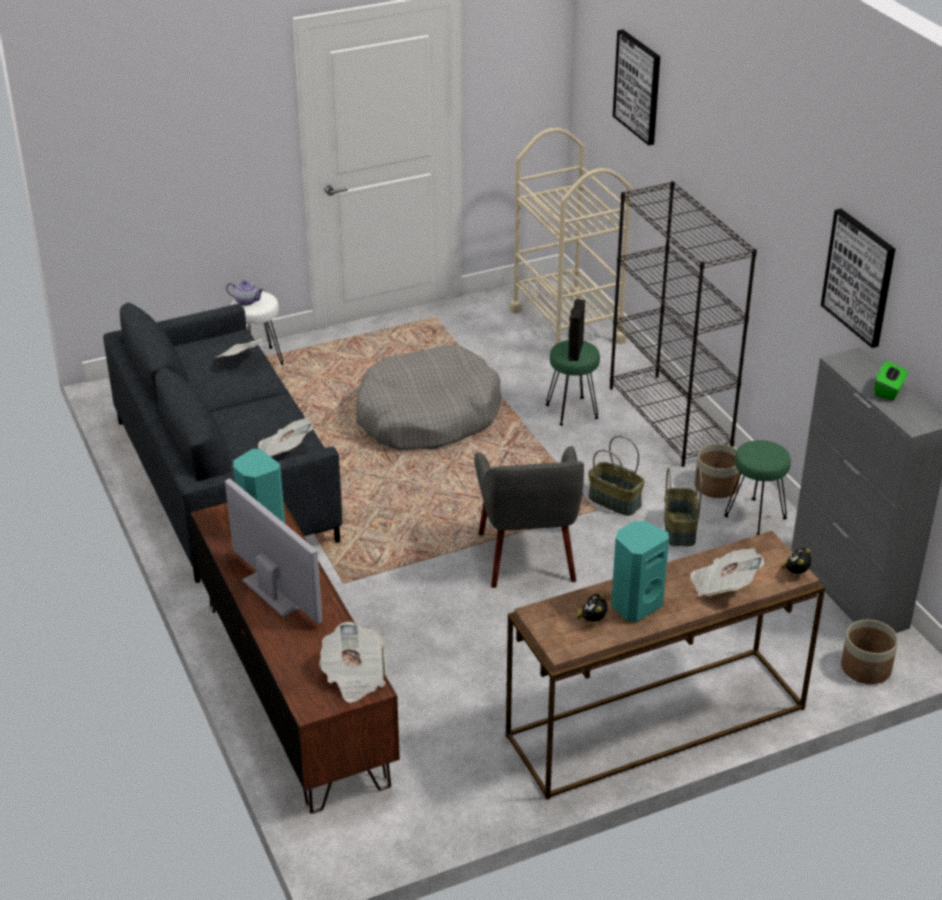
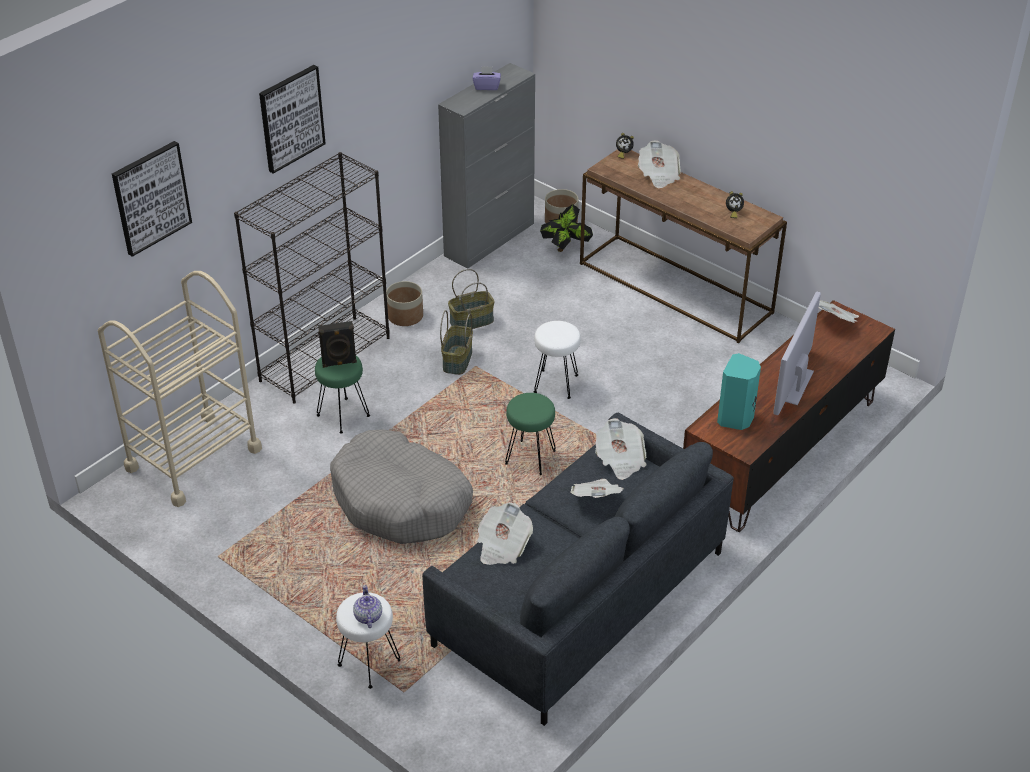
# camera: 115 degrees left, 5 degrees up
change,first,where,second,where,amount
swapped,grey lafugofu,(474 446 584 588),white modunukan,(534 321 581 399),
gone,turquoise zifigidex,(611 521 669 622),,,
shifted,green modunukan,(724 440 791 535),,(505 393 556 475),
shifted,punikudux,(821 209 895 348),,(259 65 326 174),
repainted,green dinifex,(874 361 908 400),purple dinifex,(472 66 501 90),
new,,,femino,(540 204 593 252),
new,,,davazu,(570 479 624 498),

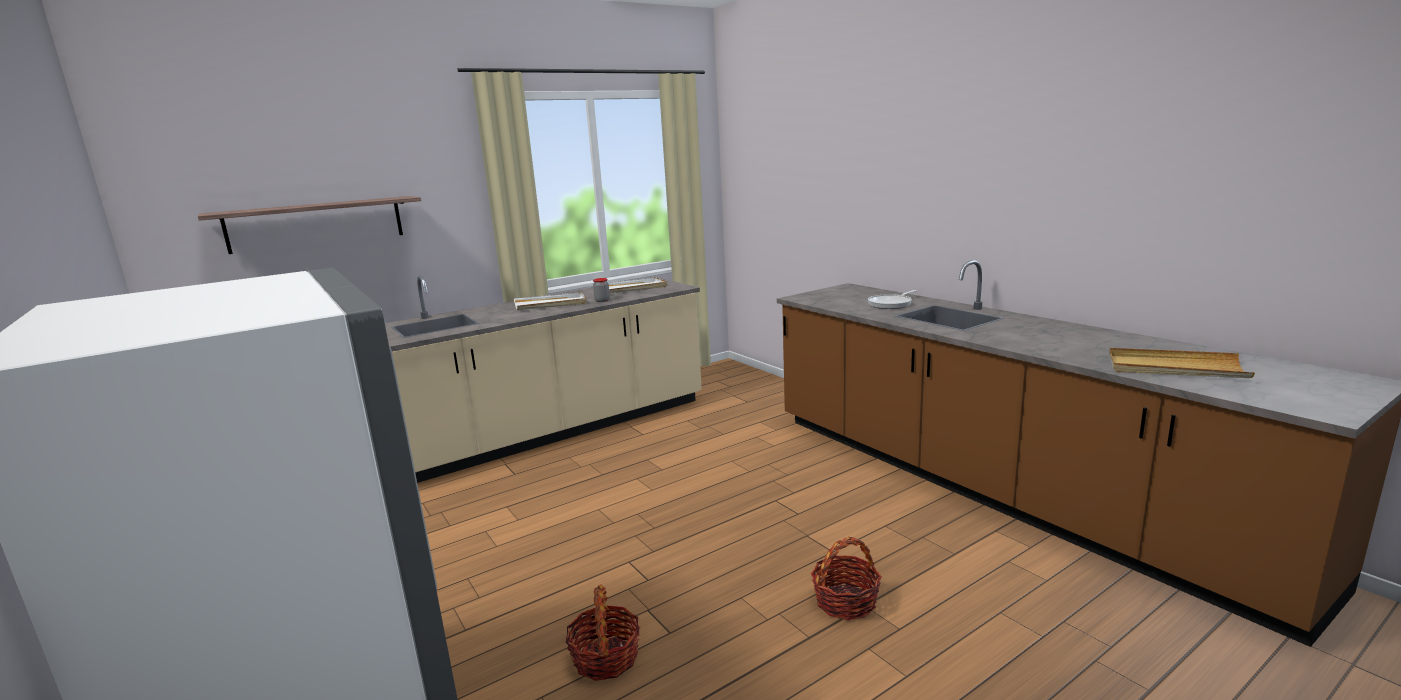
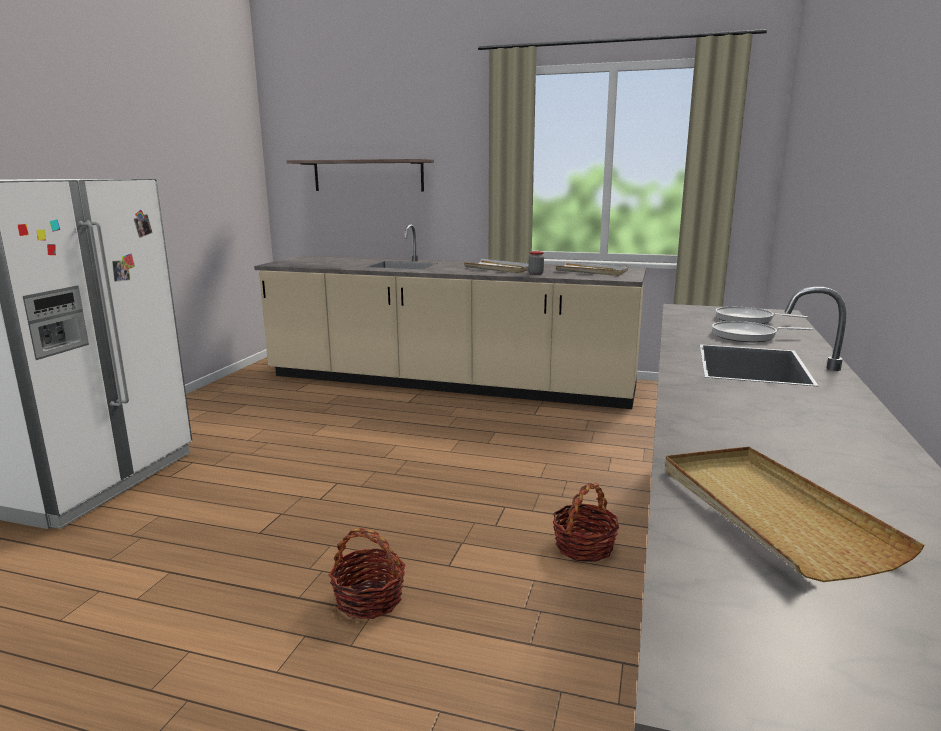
# camera: 50 degrees right, 0 degrees up
change,first,where,second,where,amount
shifted,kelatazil,(565 585 640 681),,(552 483 619 562),
new,,,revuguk,(715 307 808 324),

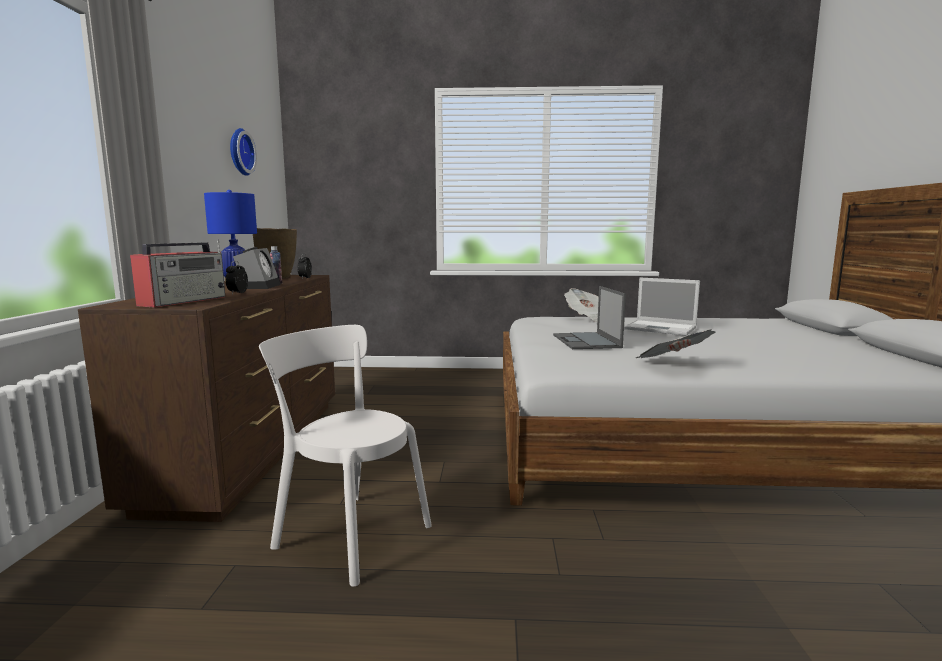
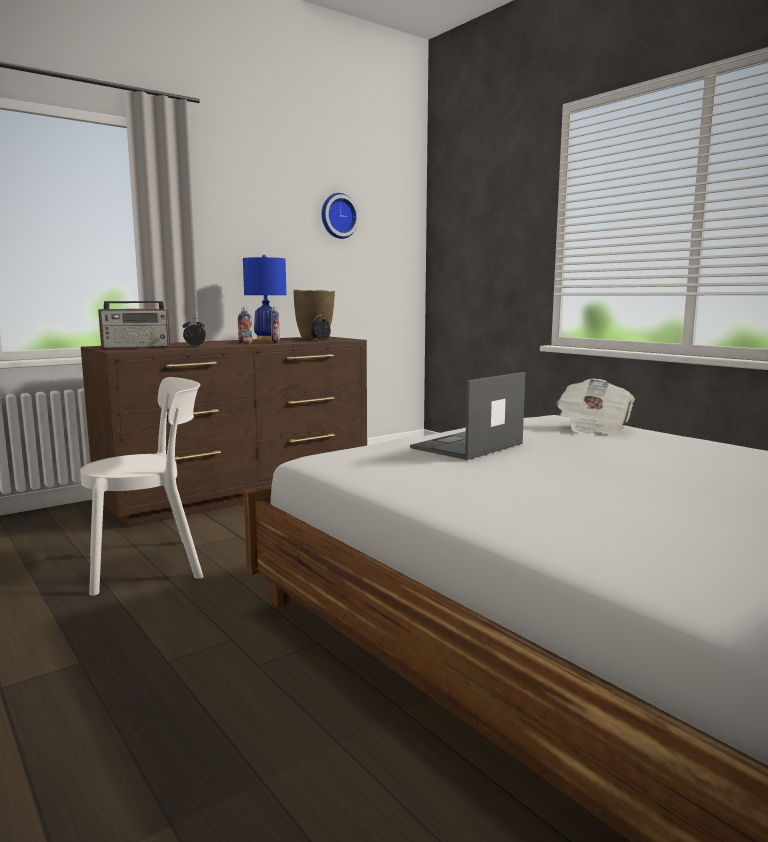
# camera: 50 degrees right, 0 degrees up
change,first,where,second,where,amount
swapped,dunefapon,(233 247 281 289),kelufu,(238 307 252 344),
rotated,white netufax,(259 325 432 587),,(80 377 203 596),75 degrees clockwise
gone,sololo,(624 278 700 336),,,
gone,davazu,(636 329 715 358),,,

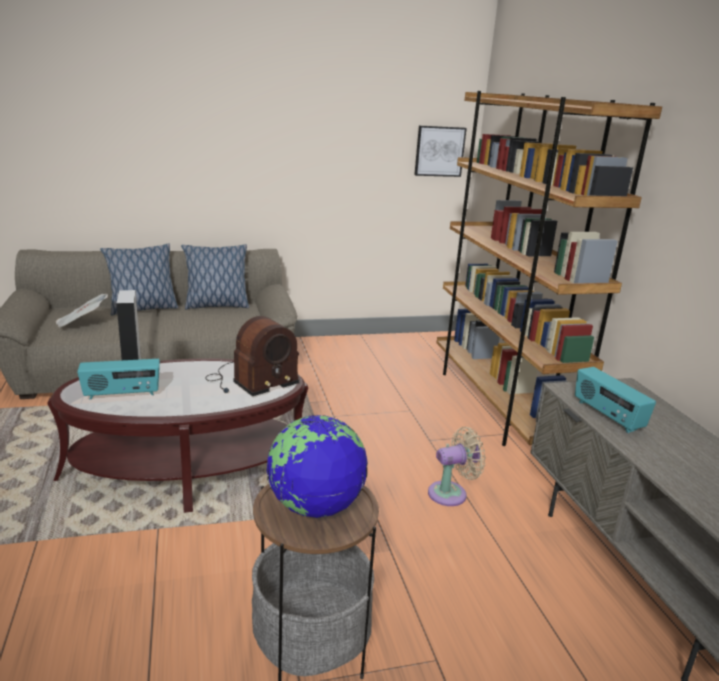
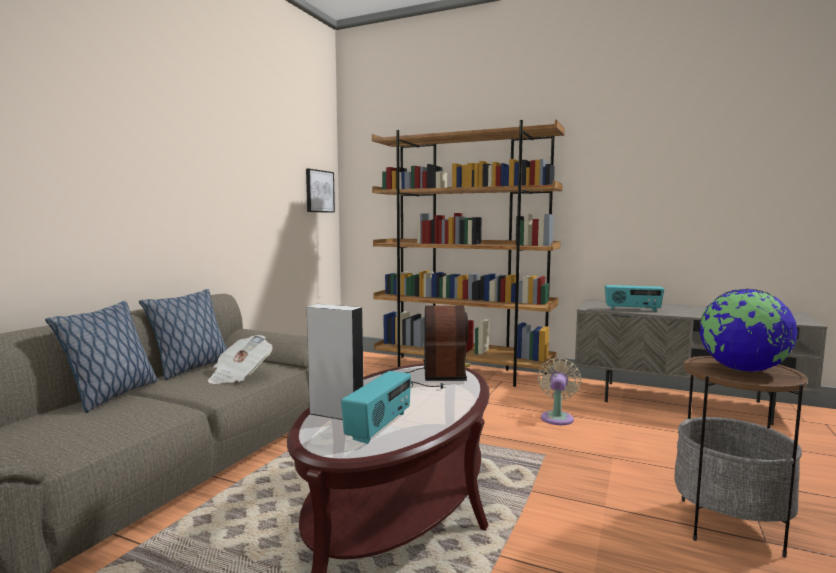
# camera: 50 degrees left, 15 degrees down
change,first,where,second,where,amount
shifted,davazu,(56 294 108 328),,(208 335 273 384),

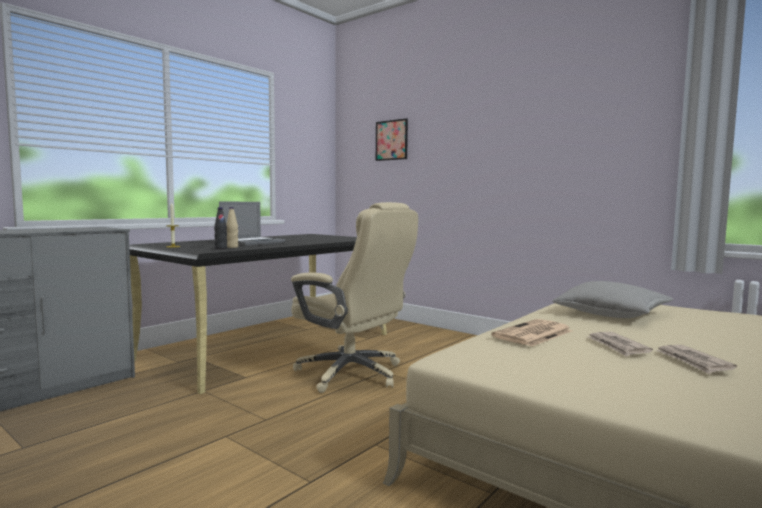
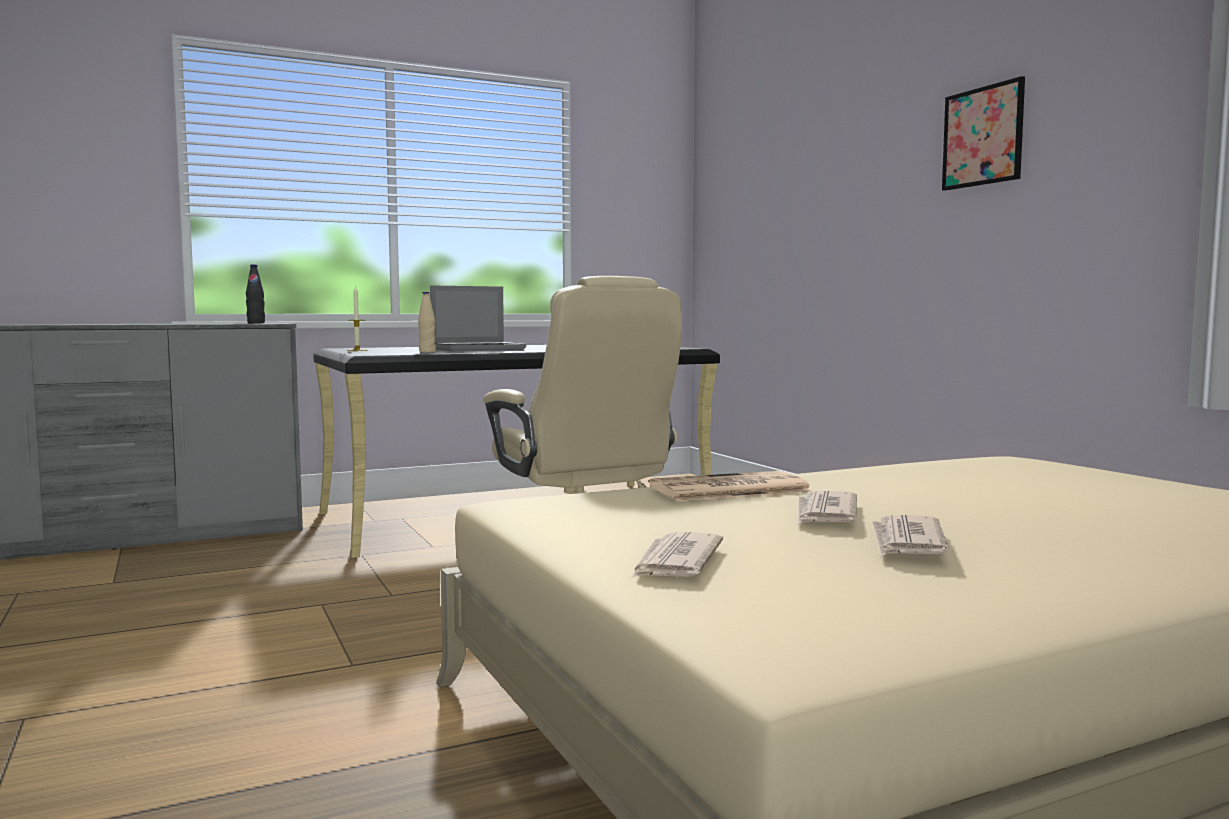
# camera: 25 degrees right, 0 degrees up
change,first,where,second,where,amount
shifted,black kelufu,(214 207 227 249),,(246 264 265 323),
shifted,punikudux,(376 118 408 161),,(942 76 1025 191),
gone,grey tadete,(552 281 673 318),,,
new,,,davazu,(632 532 723 578),

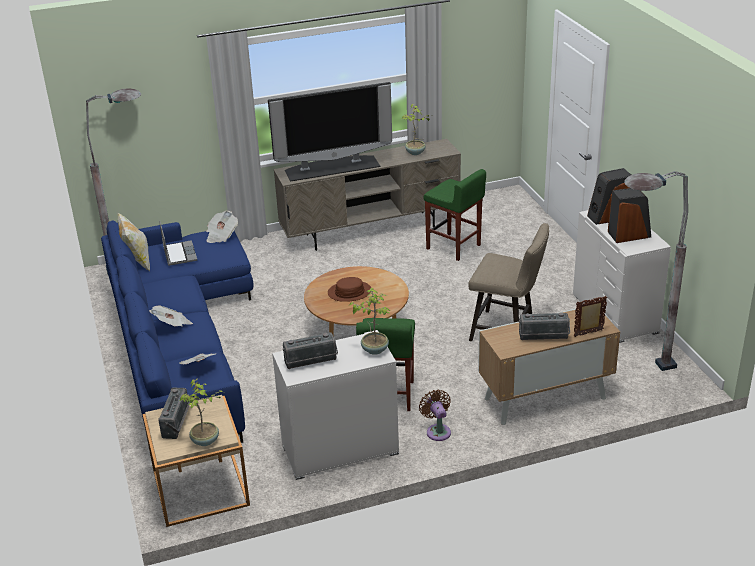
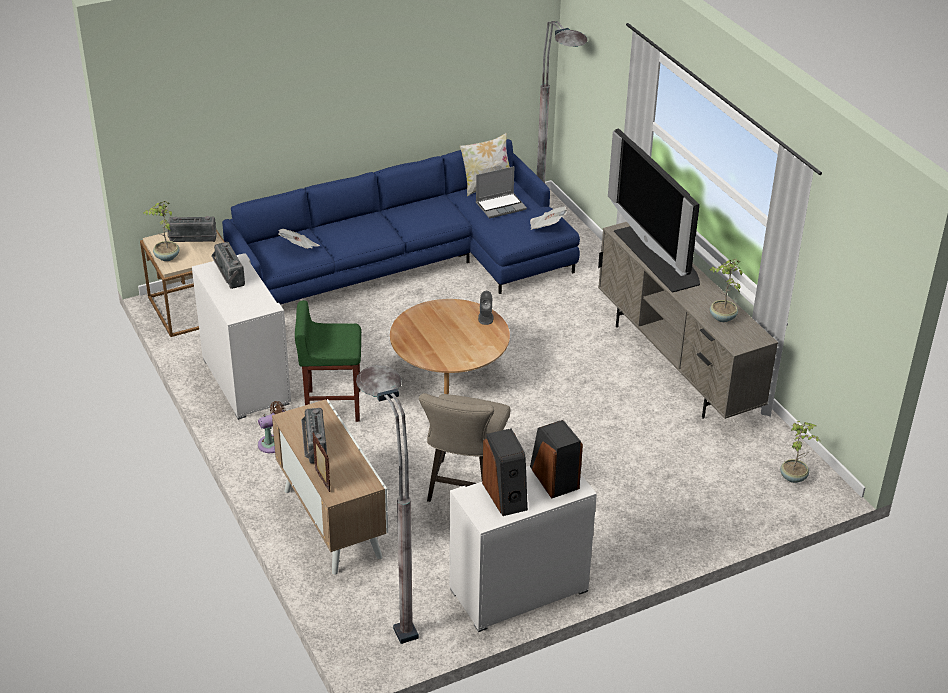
# camera: 80 degrees right, 5 degrees up
change,first,where,second,where,amount
gone,davazu,(149 306 193 327),,,
gone,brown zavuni,(328 277 371 302),,,
shifted,femino,(349 288 390 355),,(780 421 821 483),
gone,green modunukan,(423 169 486 261),,,
new,,,grey zifigidex,(478 291 494 325),

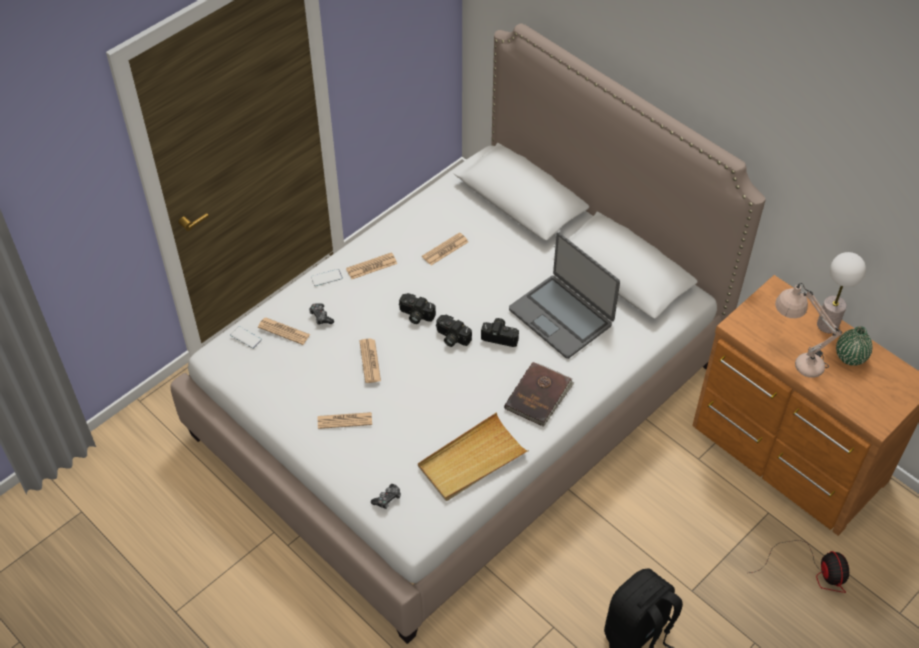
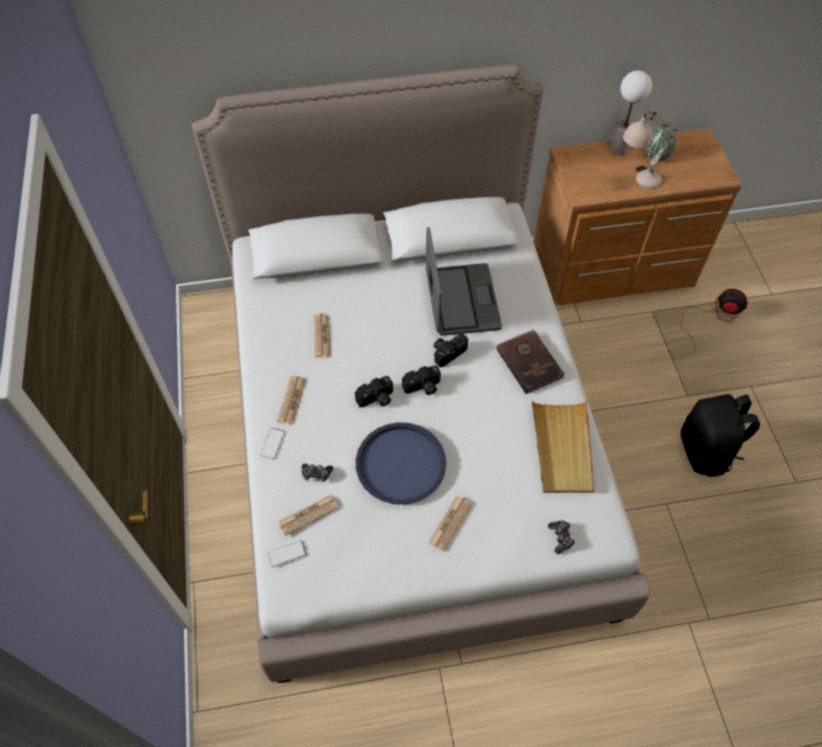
# camera: 55 degrees left, 5 degrees up
change,first,where,second,where,amount
swapped,davazu,(360 339 381 383),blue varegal,(356 422 446 504),
rotated,sololo,(509 233 620 359),,(426 227 502 336),90 degrees counterclockwise

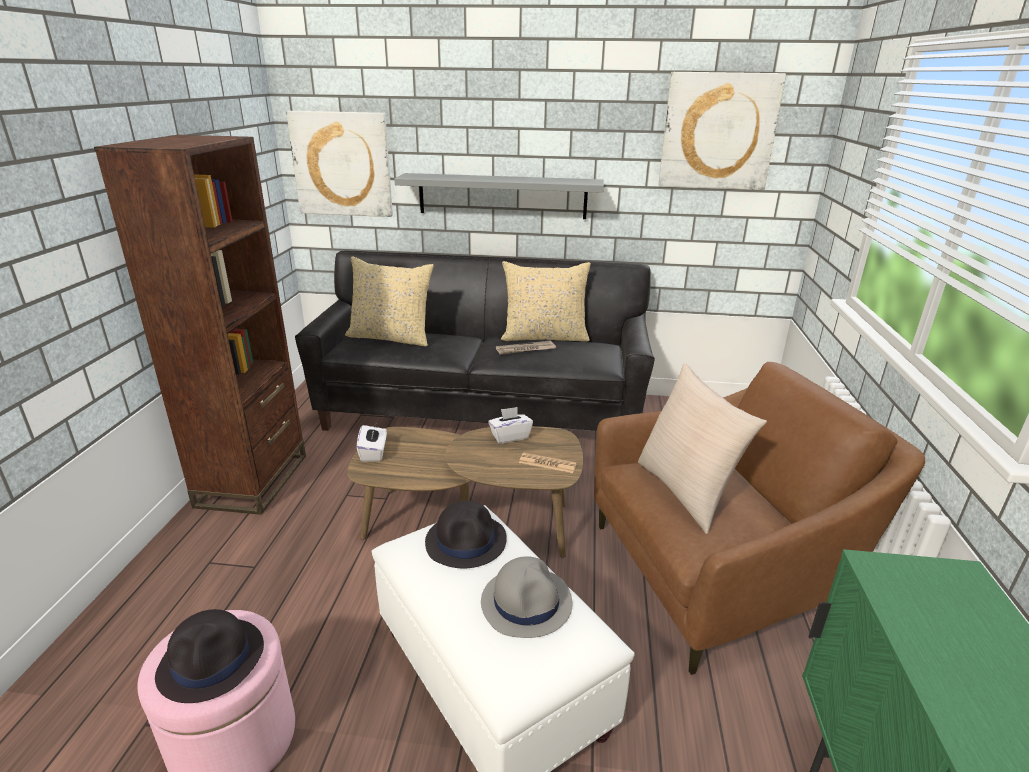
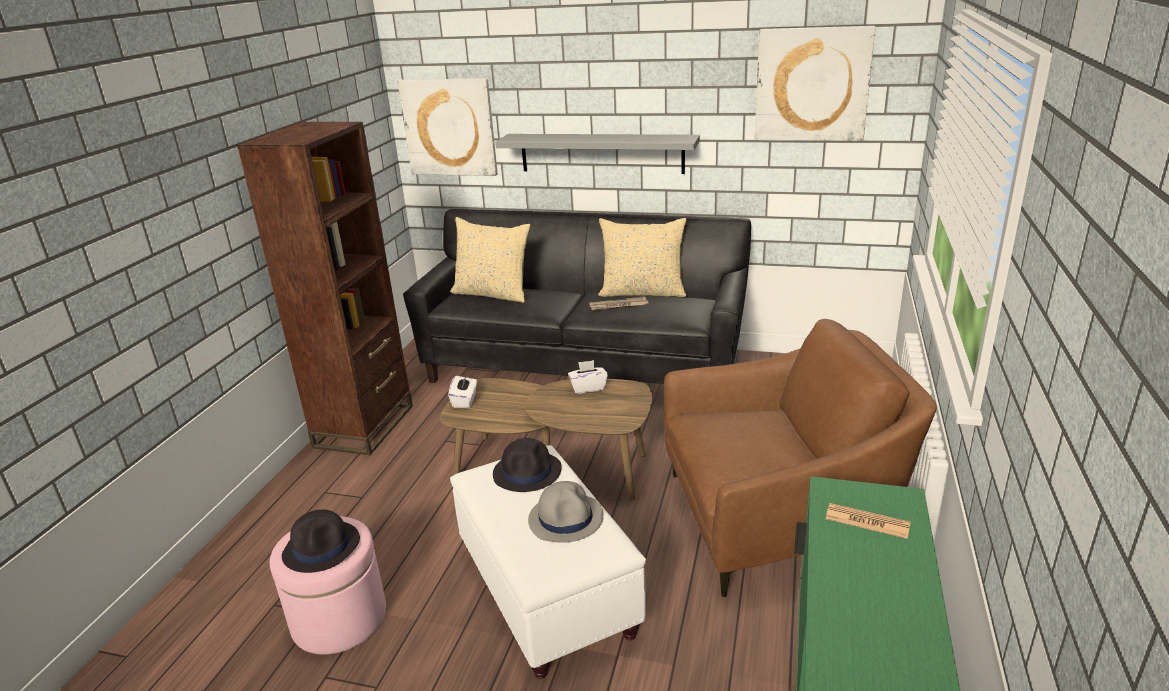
# camera: 10 degrees right, 0 degrees up
change,first,where,second,where,amount
shifted,davazu,(519 453 577 473),,(826 503 911 539),
gone,beige tadete,(638 363 767 534),,,

